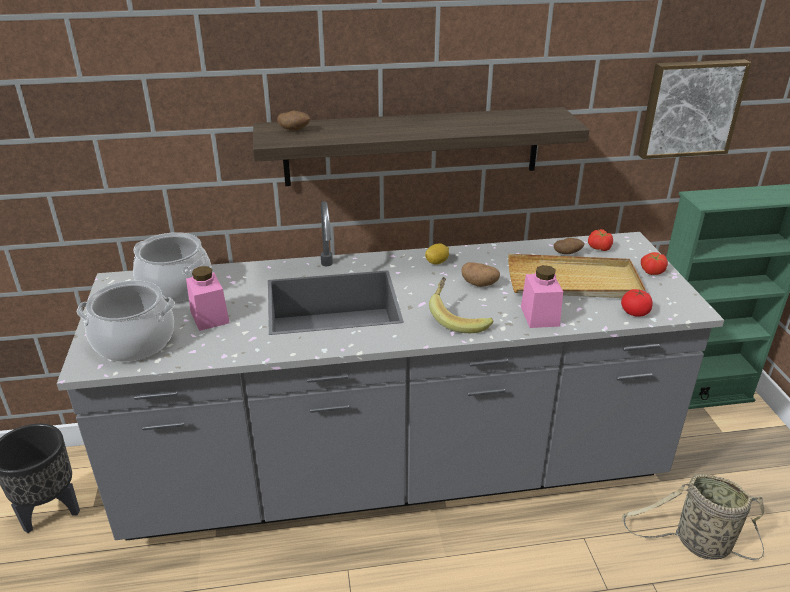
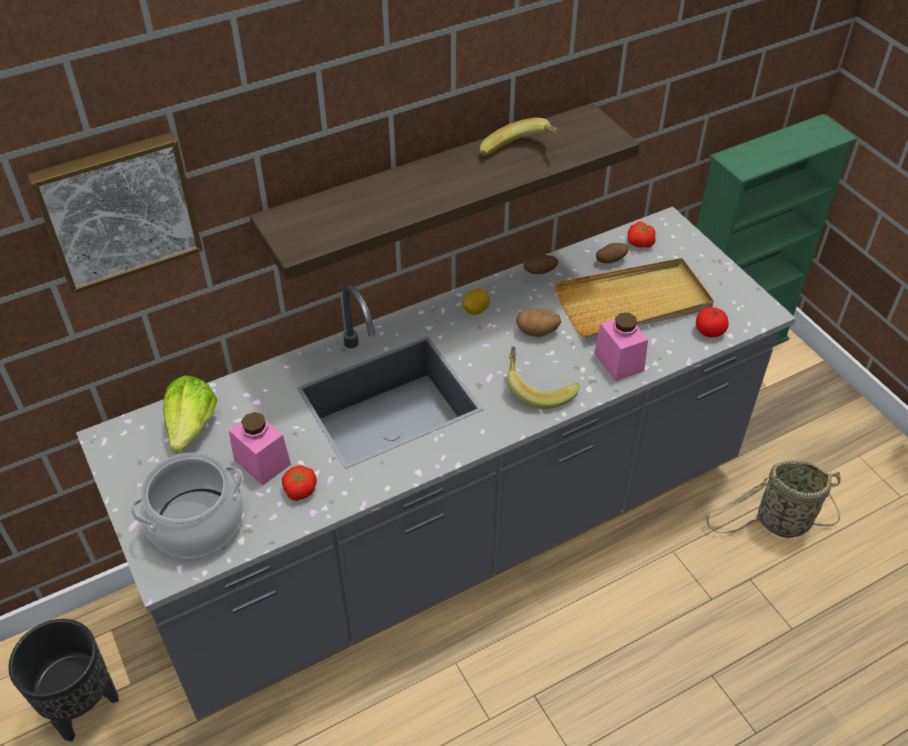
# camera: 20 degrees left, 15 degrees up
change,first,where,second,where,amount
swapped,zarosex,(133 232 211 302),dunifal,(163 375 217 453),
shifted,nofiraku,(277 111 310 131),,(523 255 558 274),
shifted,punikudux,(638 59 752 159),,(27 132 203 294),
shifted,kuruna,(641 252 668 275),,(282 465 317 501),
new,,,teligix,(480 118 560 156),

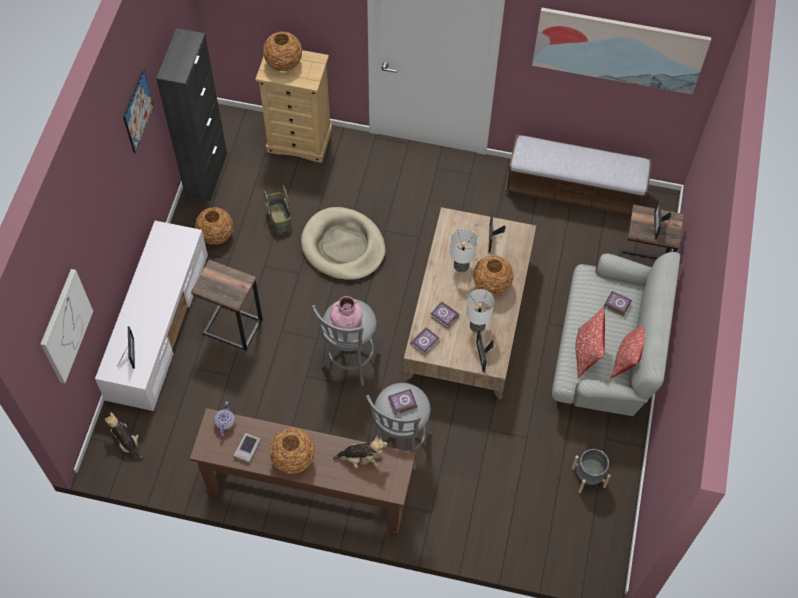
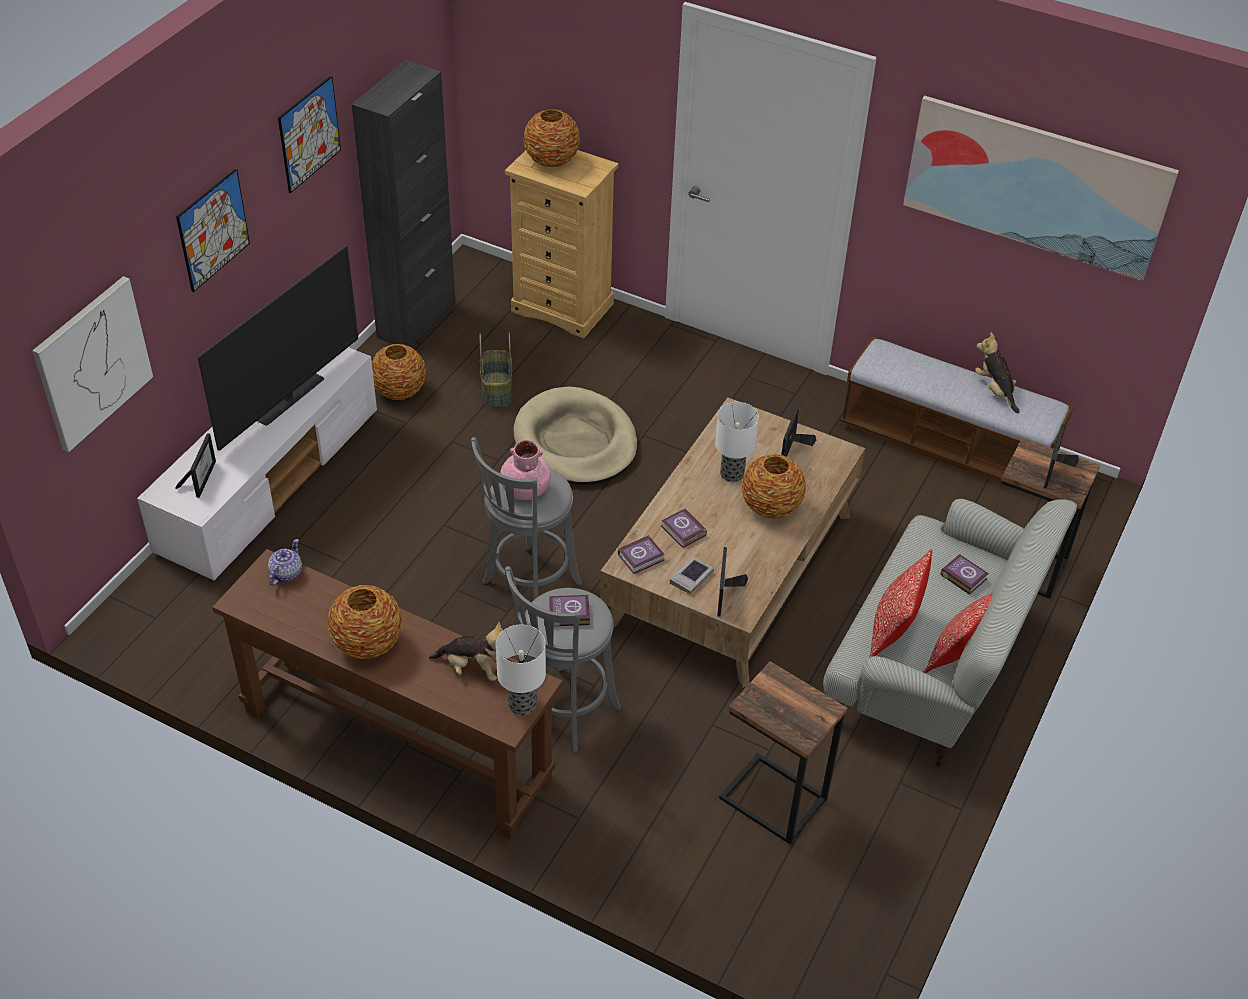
# camera: 15 degrees right, 15 degrees down
change,first,where,second,where,amount
shifted,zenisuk,(105 412 144 460),,(975 332 1020 413),
shifted,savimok,(191 260 263 351),,(719 661 848 844),
shifted,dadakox,(233 433 261 463),,(670 557 714 594),
shifted,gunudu,(466 289 494 333),,(496 625 546 715),
gone,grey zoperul,(572 449 611 493),,,
new,,,punikudux,(176 168 250 292),
new,,,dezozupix,(198 246 358 451),

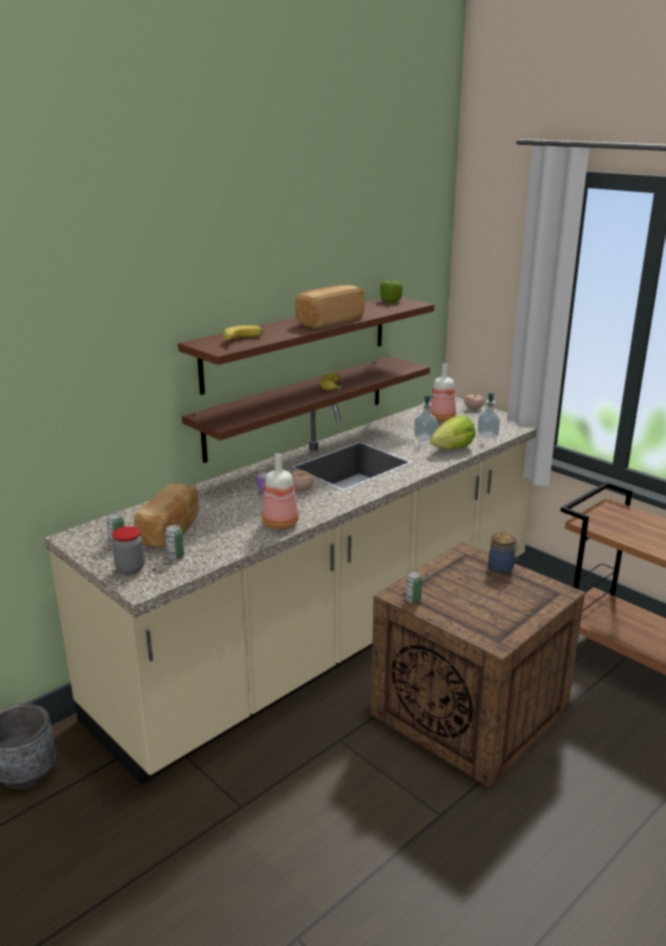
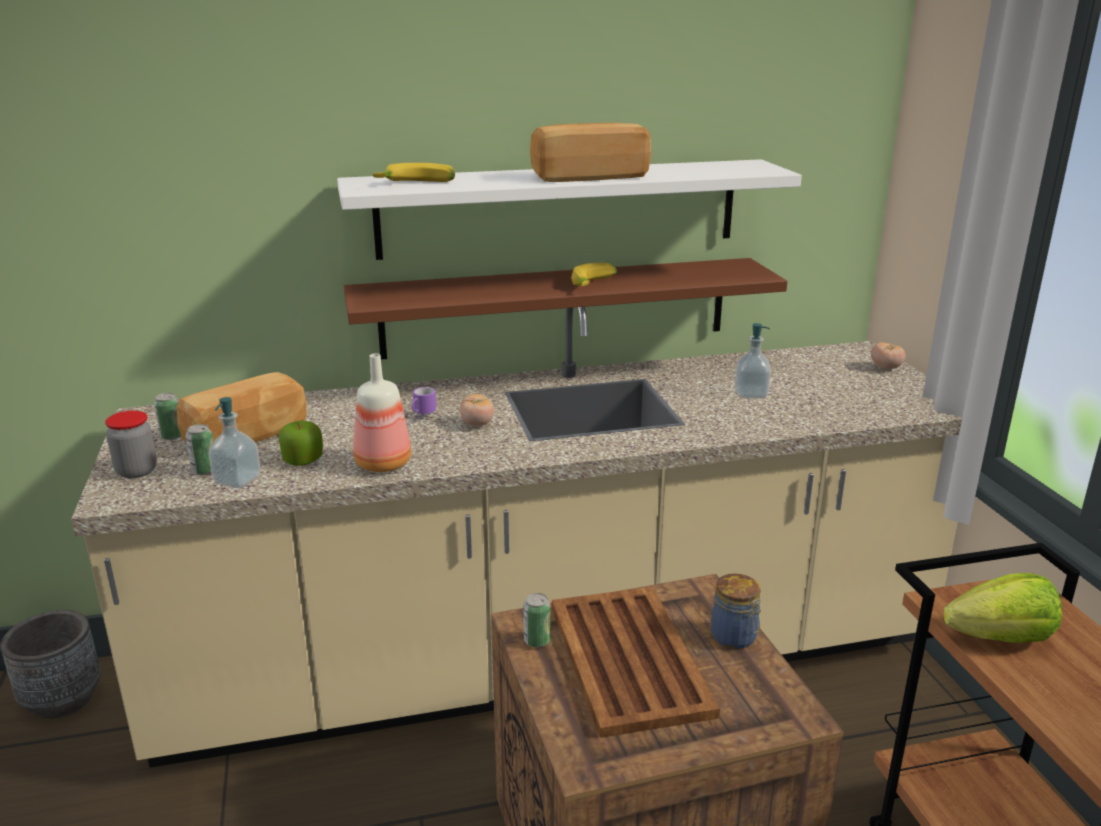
# camera: 30 degrees right, 0 degrees up
change,first,where,second,where,amount
repainted,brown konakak,(178 297 434 395),white konakak,(337 159 802 260),
shifted,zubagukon,(380 279 403 303),,(279 420 323 466),
gone,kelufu,(430 363 456 422),,,
shifted,dunifal,(430 415 476 449),,(943 573 1062 643),
shifted,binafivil,(477 393 500 438),,(208 397 261 488),
new,,,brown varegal,(552 587 720 738),

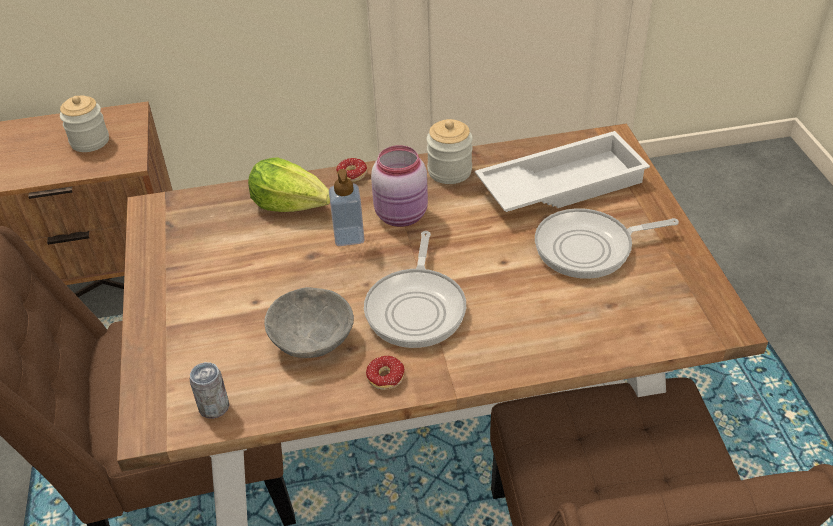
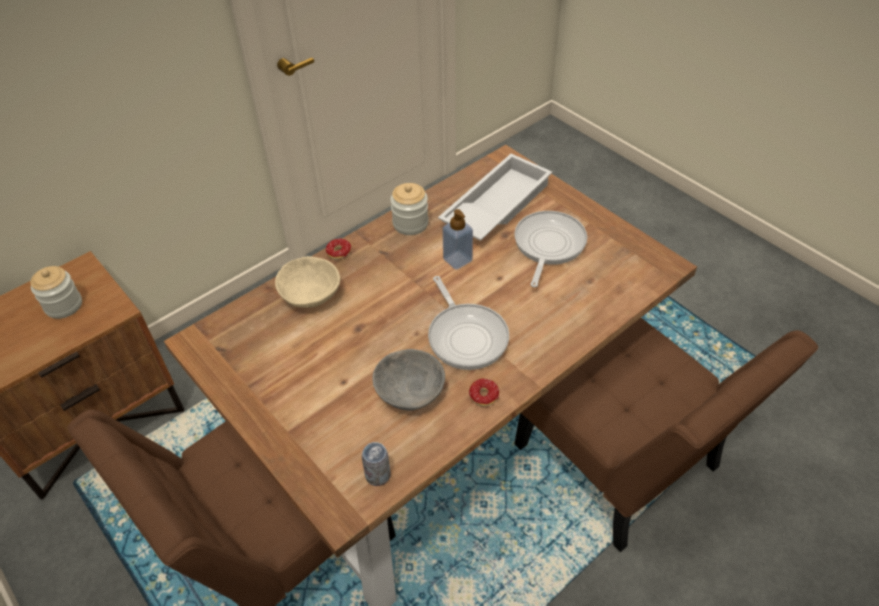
# camera: 30 degrees left, 5 degrees up
change,first,where,second,where,amount
swapped,dunifal,(248 157 330 212),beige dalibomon,(275 256 340 308),
shifted,binafivil,(329 169 364 246),,(442 209 473 270),
gone,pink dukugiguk,(371 145 428 227),,,
rotated,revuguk,(535 208 679 279),,(514 211 587 287),150 degrees clockwise

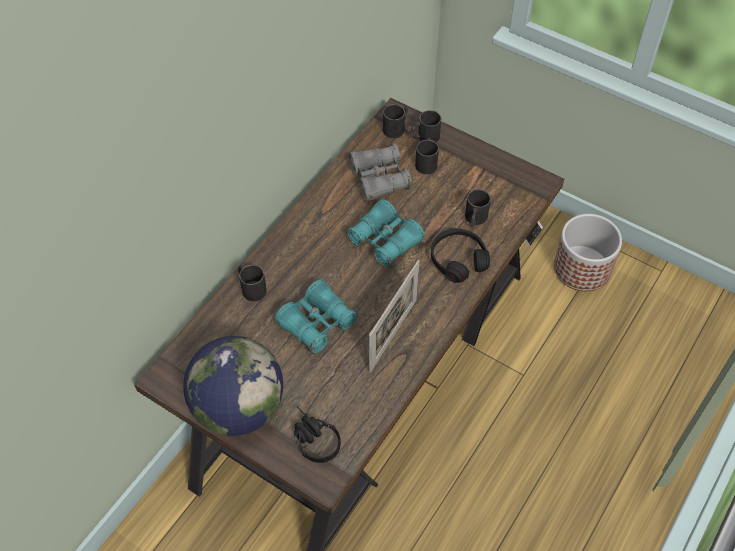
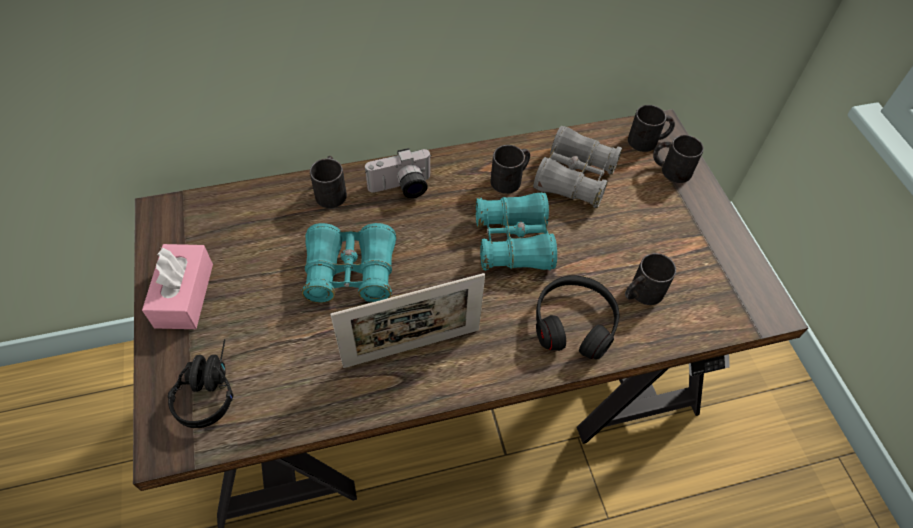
# camera: 40 degrees right, 0 degrees up
change,first,where,second,where,amount
swapped,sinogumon,(183 336 283 436),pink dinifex,(142 244 213 329),
shifted,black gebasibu,(415 138 439 174),,(490 145 530 194),
gone,zoperul,(554 214 622 291),,,
new,,,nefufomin,(365 148 432 198),

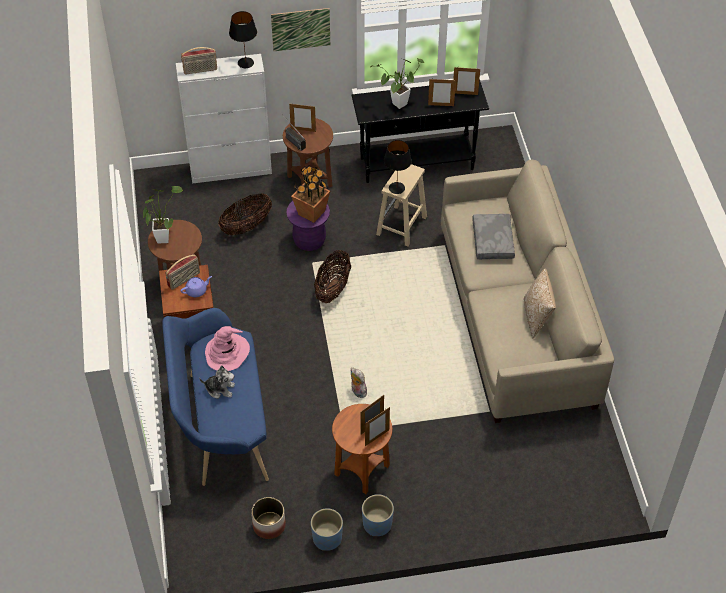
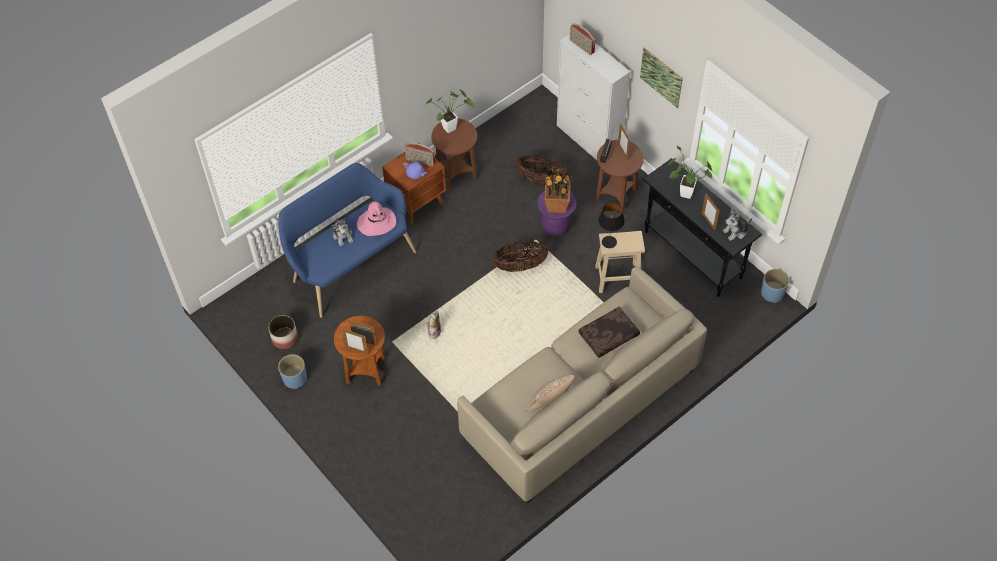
# camera: 60 degrees right, 5 degrees up
change,first,where,second,where,amount
gone,black gunudu,(229 11 257 68),,,
shifted,blue zoperul,(362 494 394 536),,(761 269 789 303),
swapped,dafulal,(453 67 480 95),zenisuk,(723 209 752 241),
repainted,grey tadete,(472 214 515 259),brown tadete,(578 307 640 358),

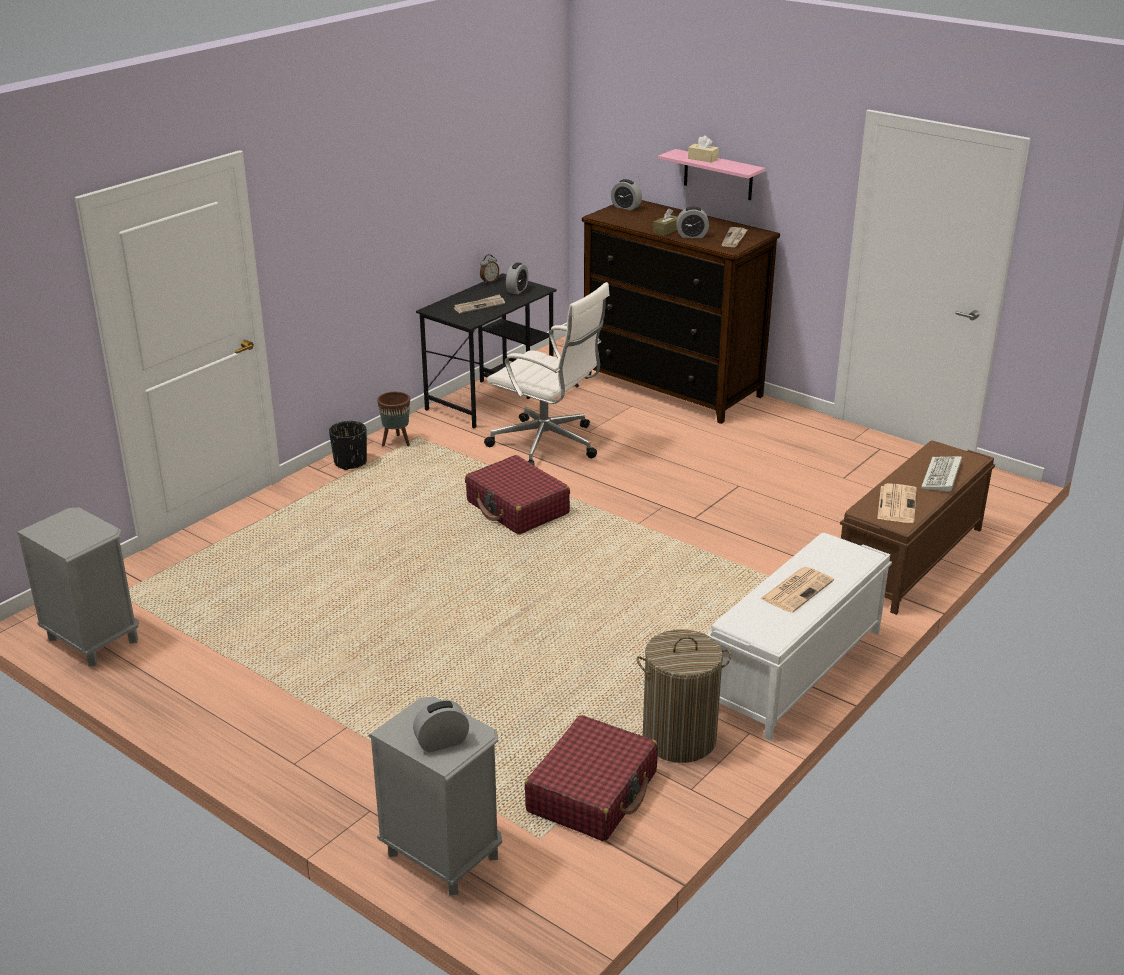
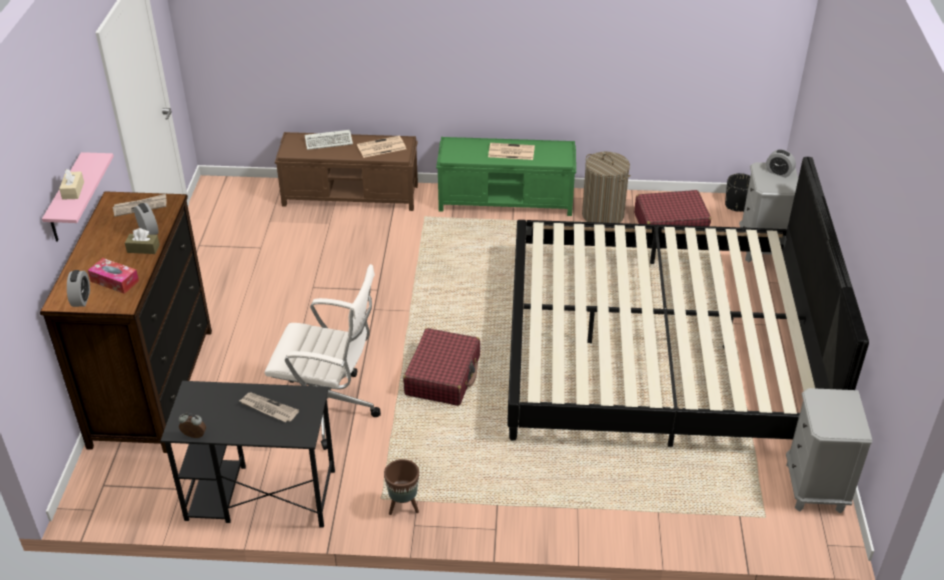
# camera: 125 degrees left, 10 degrees up
change,first,where,second,where,amount
shifted,black zoperul,(329 421 367 470),,(725 173 750 212),
rotated,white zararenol,(484 282 610 466),,(265 264 381 450),105 degrees clockwise
gone,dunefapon,(506 263 529 294),,,
repainted,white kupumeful,(708 533 892 741),green kupumeful,(436 137 576 216),
new,,,dinifex,(88 258 139 294),
new,,,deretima,(507 157 869 447),

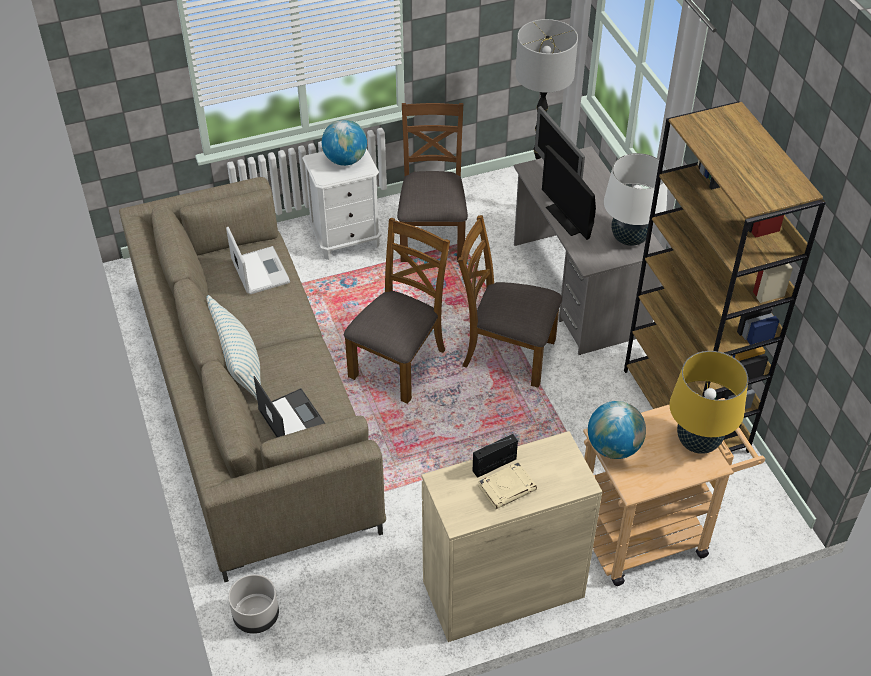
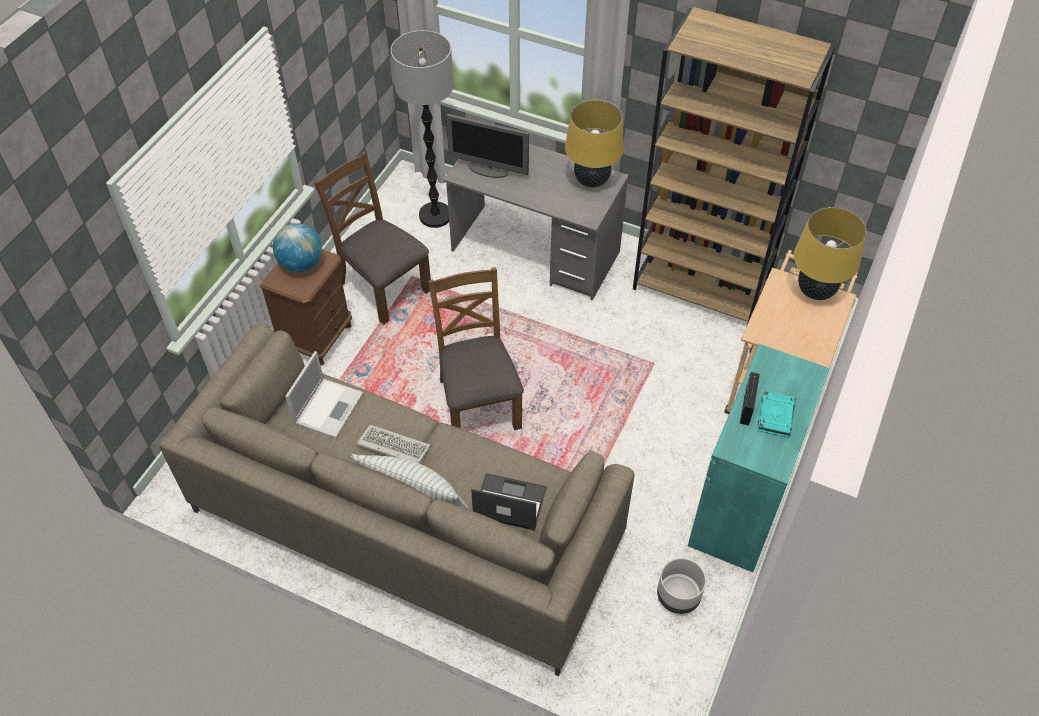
# camera: 45 degrees left, 5 degrees up
change,first,where,second,where,amount
rotated,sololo,(226 227 290 294),,(285 351 363 438),90 degrees clockwise
shifted,grey zoperul,(228 574 279 634),,(657 558 706 614),
repainted,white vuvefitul,(302 148 382 260),brown vuvefitul,(260 249 352 365),
repainted,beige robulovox,(422 431 602 642),turquoise robulovox,(688 344 830 572),
gone,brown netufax,(458 215 562 388),,,
repainted,beige dadakox,(478 462 537 510),turquoise dadakox,(757 391 796 438),
gone,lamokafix,(542 145 596 240),,,
gone,sinogumon,(588 401 646 459),,,
repainted,white gunudu,(604 153 667 246),yellow gunudu,(565 100 624 187),
new,,,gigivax,(357 425 431 464),

